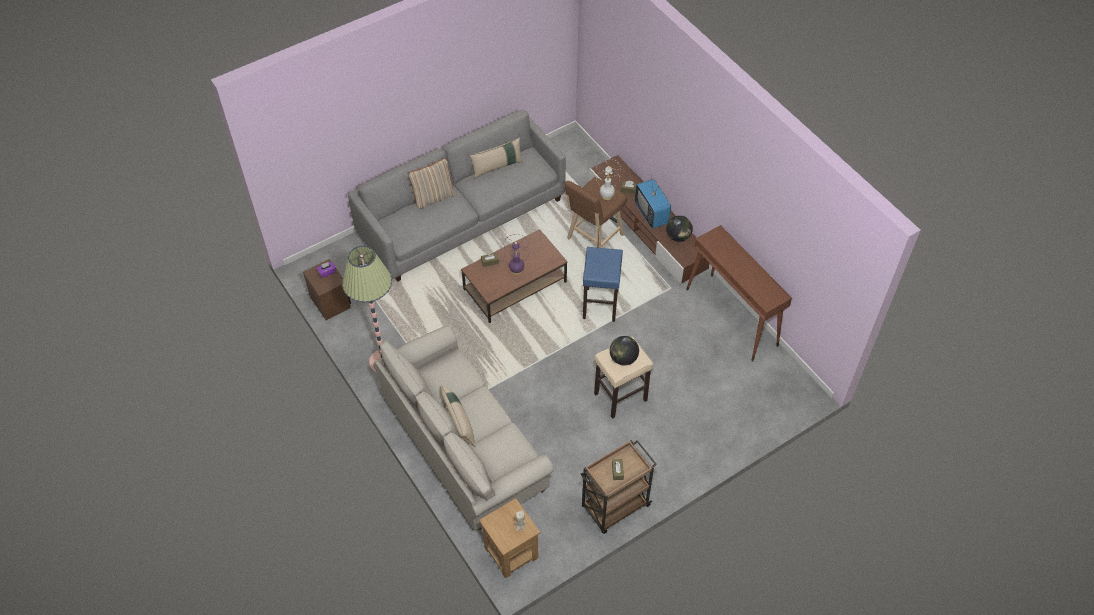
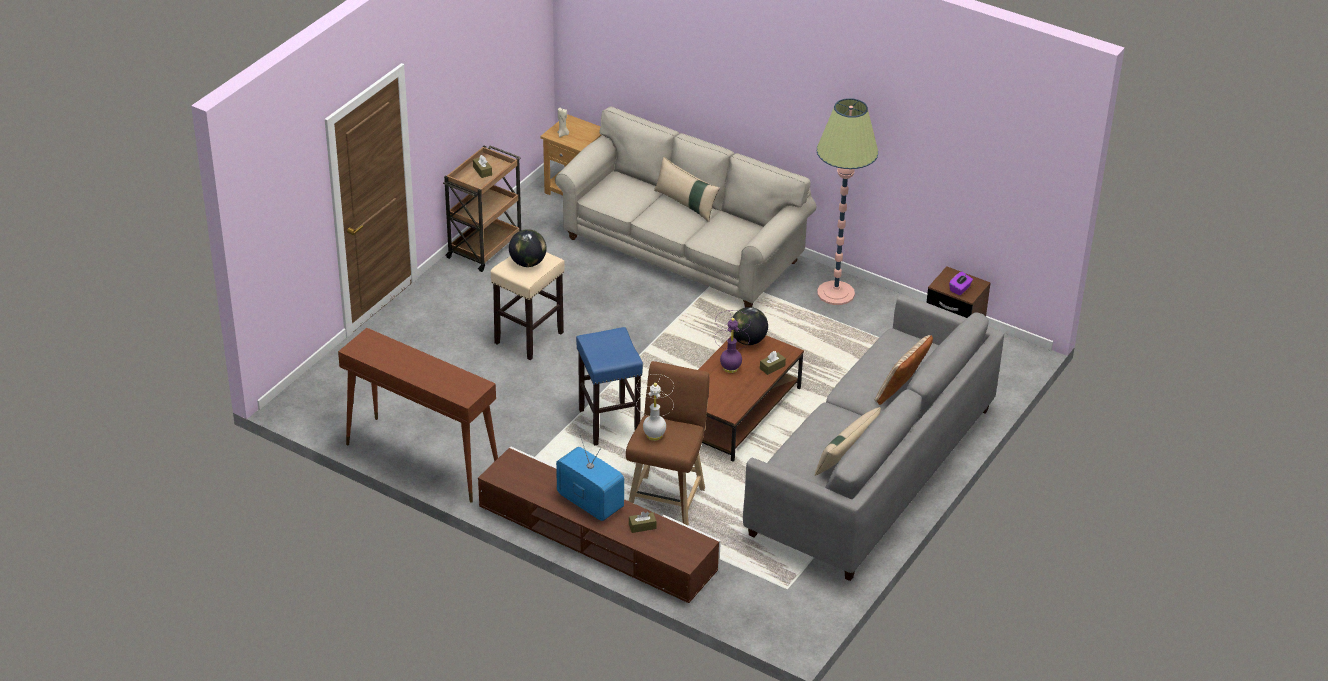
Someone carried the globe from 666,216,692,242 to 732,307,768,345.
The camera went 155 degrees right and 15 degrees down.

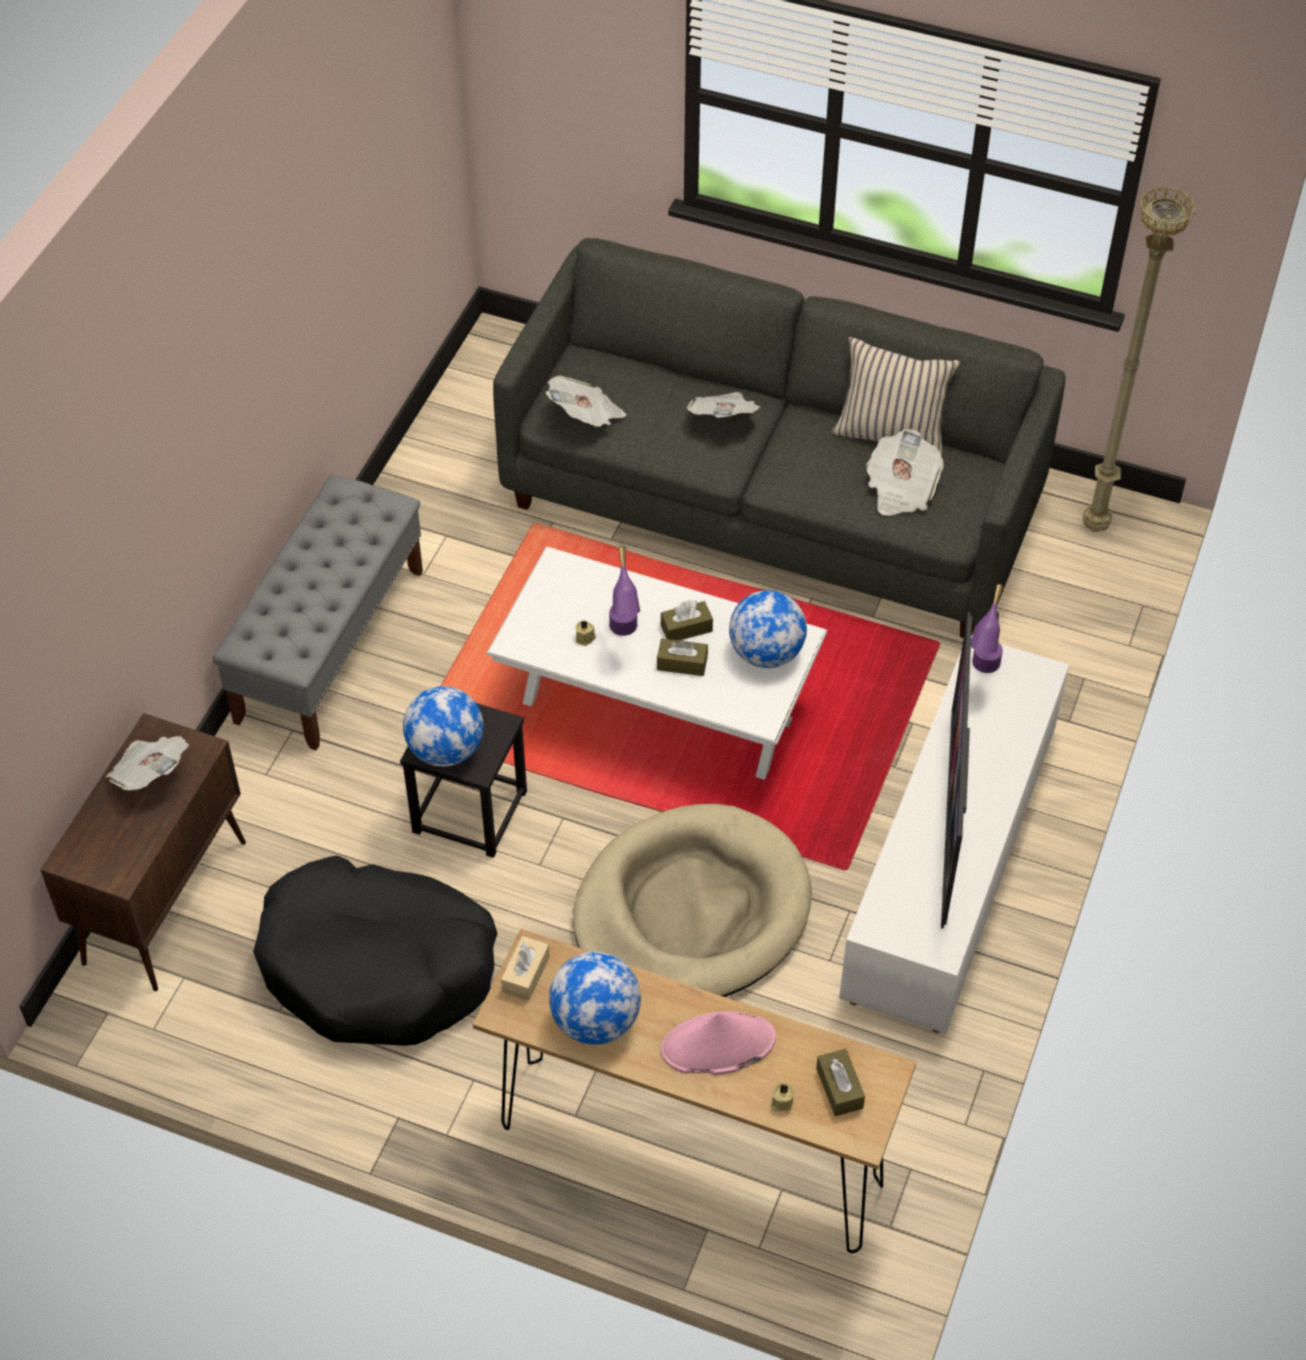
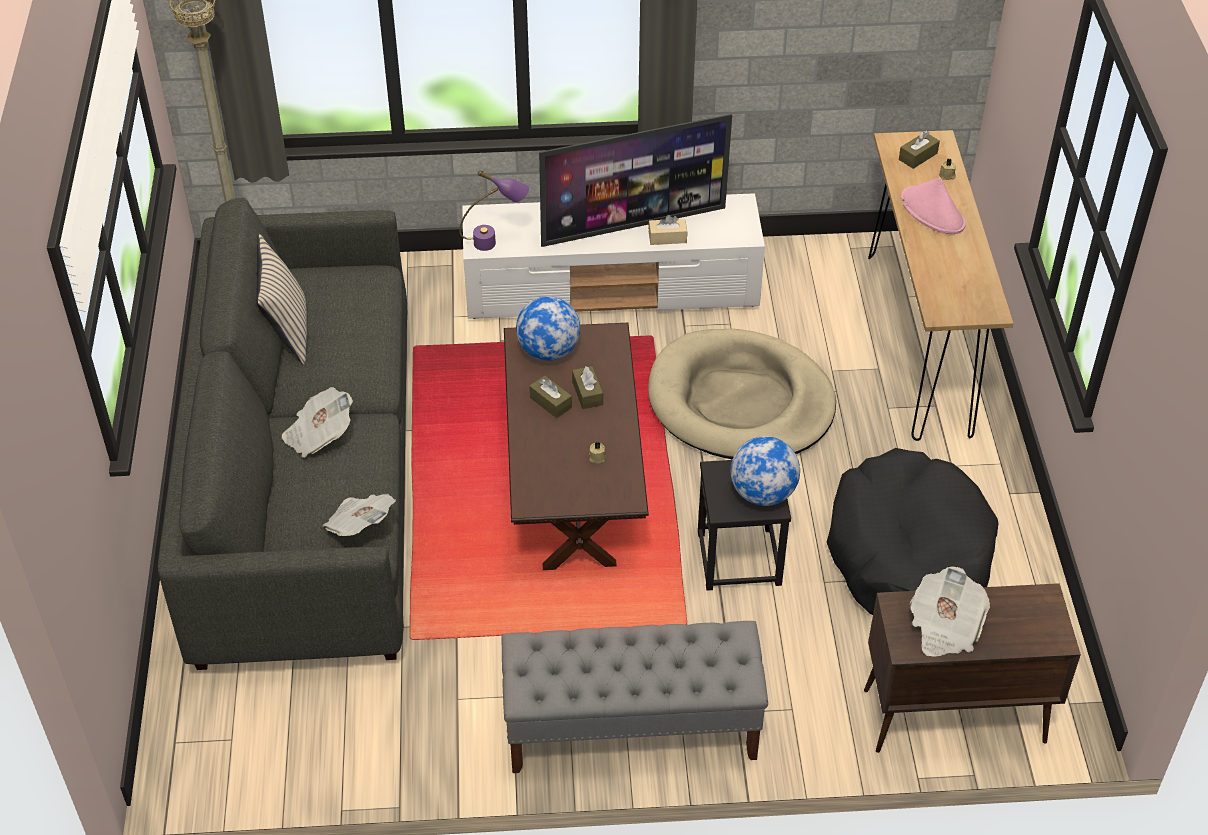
Someone repainted the coffee table (white) at 486,546,828,780, which became the coffee table (brown) at 504,323,649,570.
Someone carried the tissue box (beige) from 501,936,550,1001 to 648,215,687,245.
Someone took away the globe at 549,952,641,1045.
Someone took away the table lamp (purple) at 609,546,640,636.
Someone took away the newspaper at 866,429,944,516.
The camera went 115 degrees left and 5 degrees down.

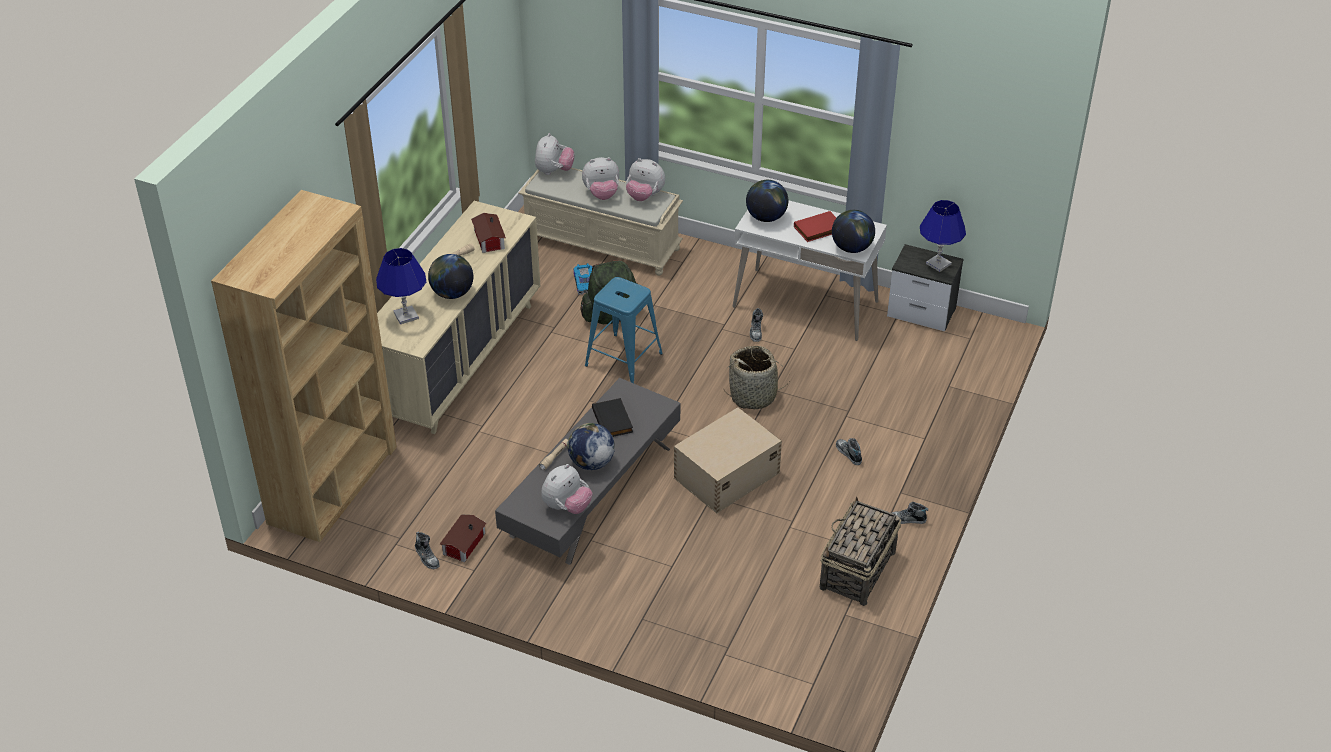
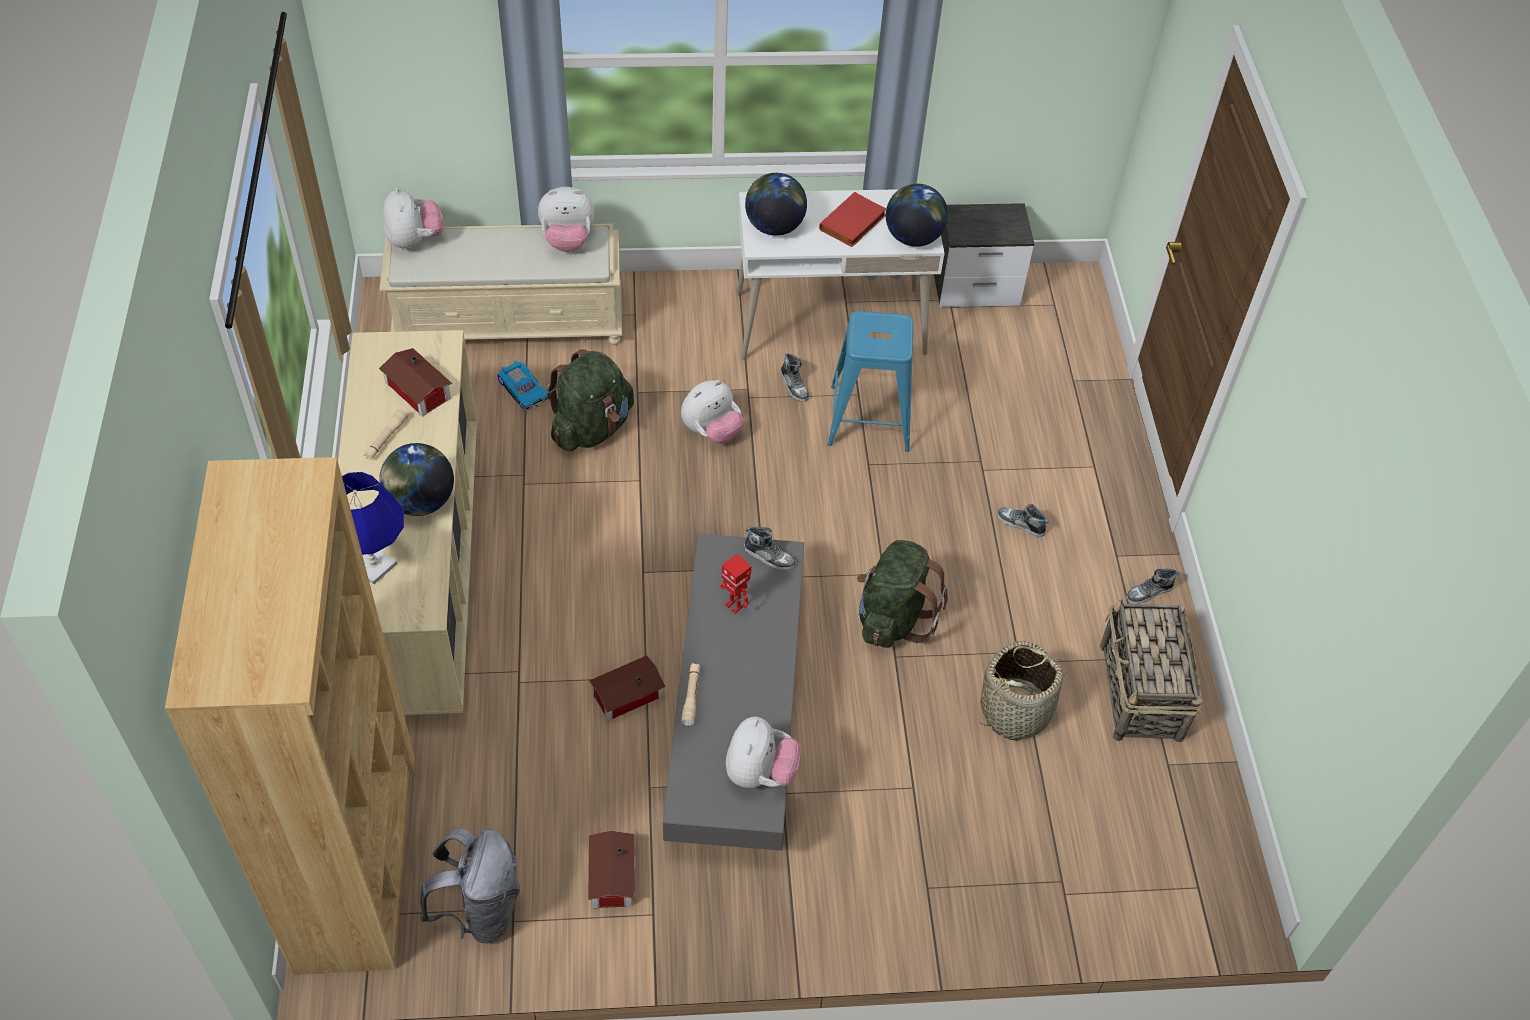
Someone put down the backpack (grey) at 420,828,520,943.
Someone put down the toy house at 589,655,666,721.
Someone carried the plush toy from 582,157,619,200 to 681,380,744,444.
Someone swapped the book (black) at 592,398,633,437 for the toy robot at 719,554,751,614.
Someone carried the shoe from 415,532,440,569 to 744,527,796,570.
Someone carried the stool (blue) from 585,277,663,383 to 828,311,913,452.
Someone swapped the storage box (beige) at 674,407,782,514 for the backpack (green) at 857,540,948,648.
Someone carried the basket from 723,346,790,409 to 979,641,1067,741.
Someone took away the globe at 567,423,615,470.
Someone took away the table lamp (blue) at 920,200,966,272.
The camera went 30 degrees left and 10 degrees up.

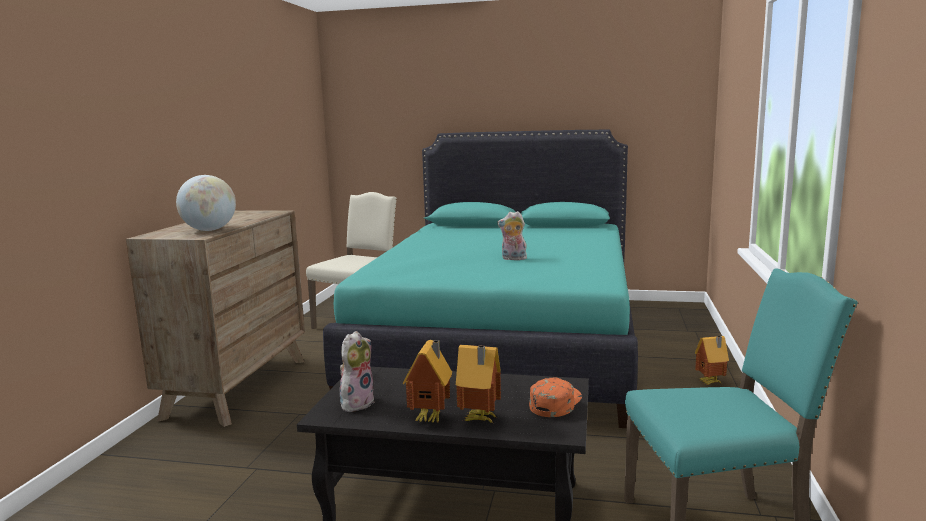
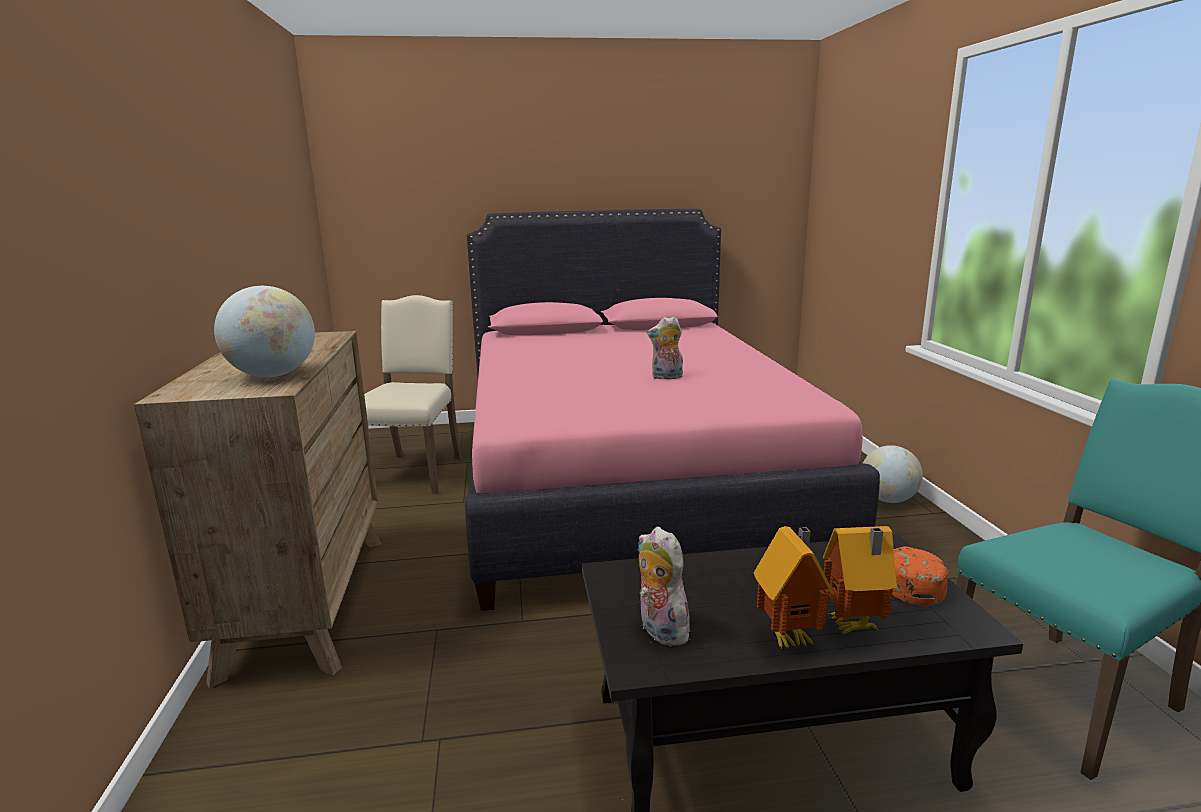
Someone repainted the bed (turquoise) at 323,130,638,428, which became the bed (pink) at 465,209,880,611.
Someone rotated the plush toy at 340,331,374,412 by 45 degrees counterclockwise.
Someone swapped the toy house at 695,336,729,385 for the globe at 863,445,923,503.
The camera went 20 degrees left and 5 degrees up.

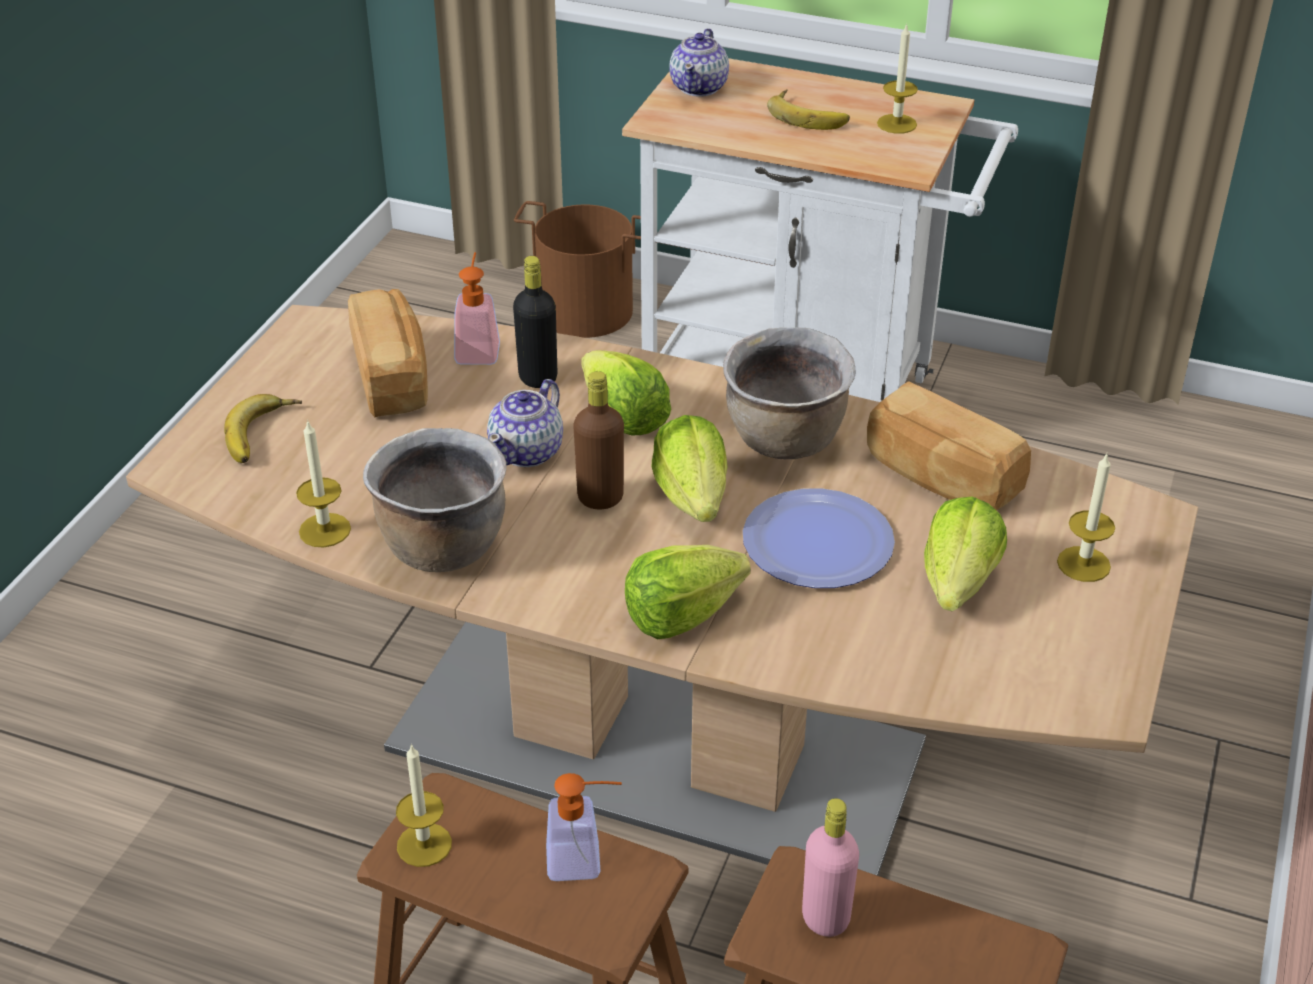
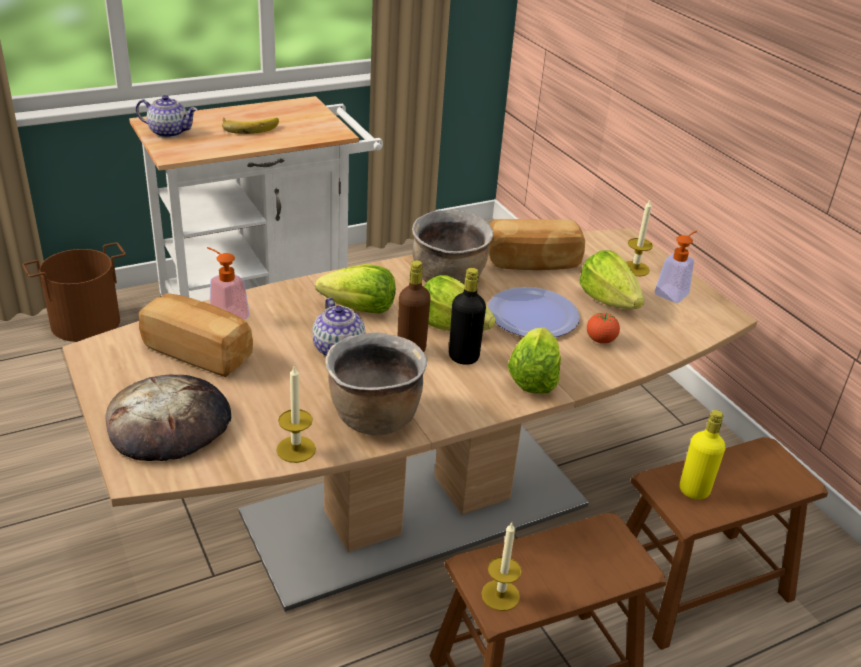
Someone swapped the banana at 224,394,302,463 for the bread at 105,375,231,461.
Someone rotated the teapot at 669,28,729,97 by 45 degrees counterclockwise.
Someone carried the bottle (black) from 513,256,557,388 to 449,268,486,365.
Someone put down the tomato at 587,313,620,344.
Someone carried the soap dispenser from 546,773,622,881 to 655,231,697,303.
Someone repainted the bottle (pink) at 802,798,859,937, which became the bottle (yellow) at 680,410,725,500.
Someone took away the candle at 877,23,918,134.
The camera went 50 degrees left and 5 degrees down.

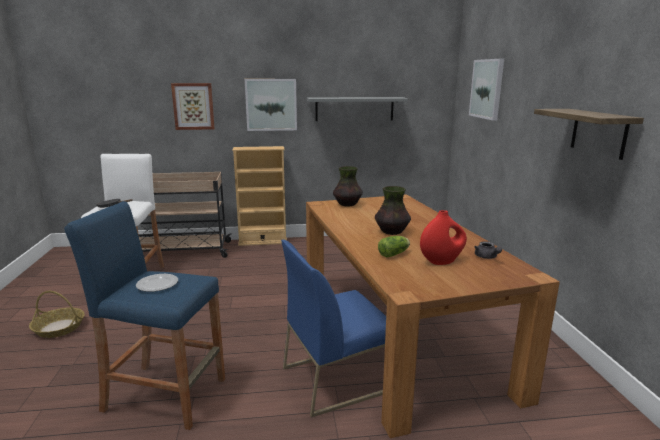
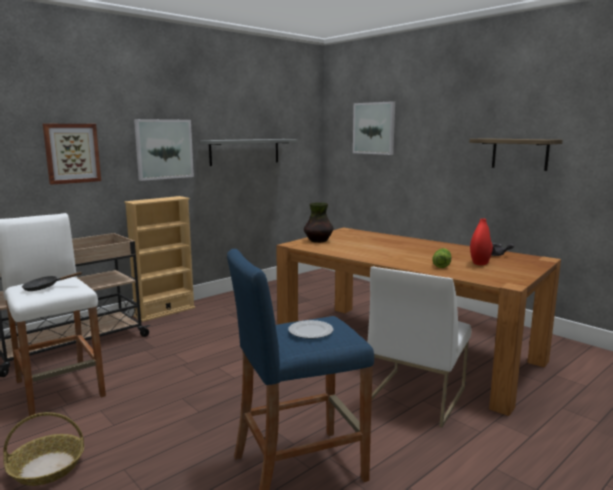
Someone repainted the chair (blue) at 281,240,386,418, which became the chair (white) at 368,267,471,428.
Someone took away the vase at 375,186,411,235.
The camera went 35 degrees left and 5 degrees down.

